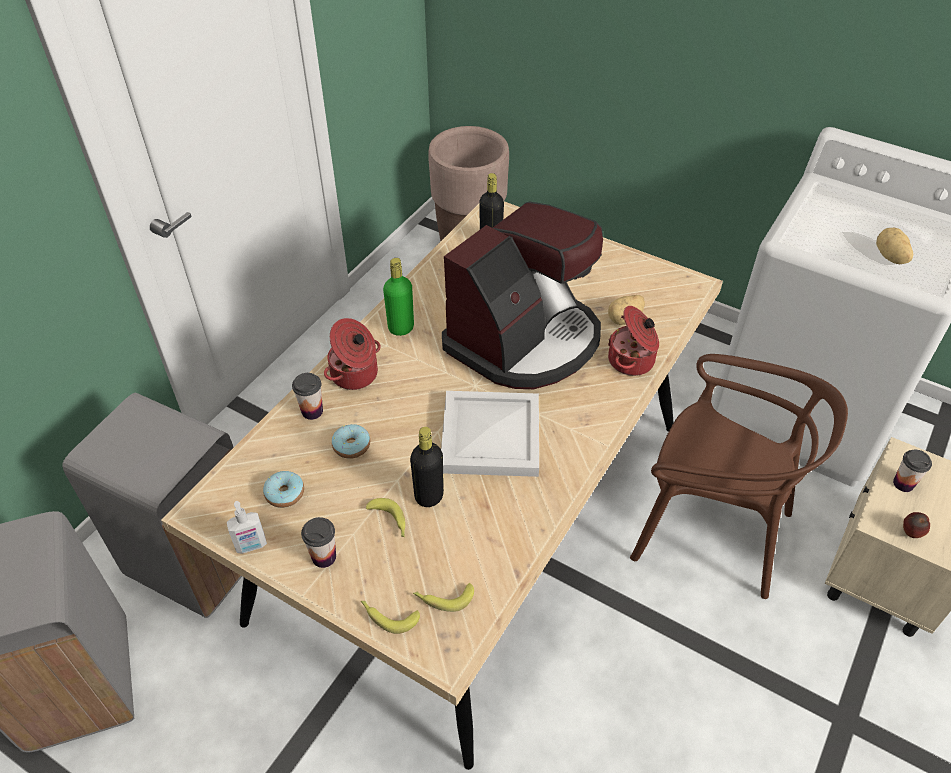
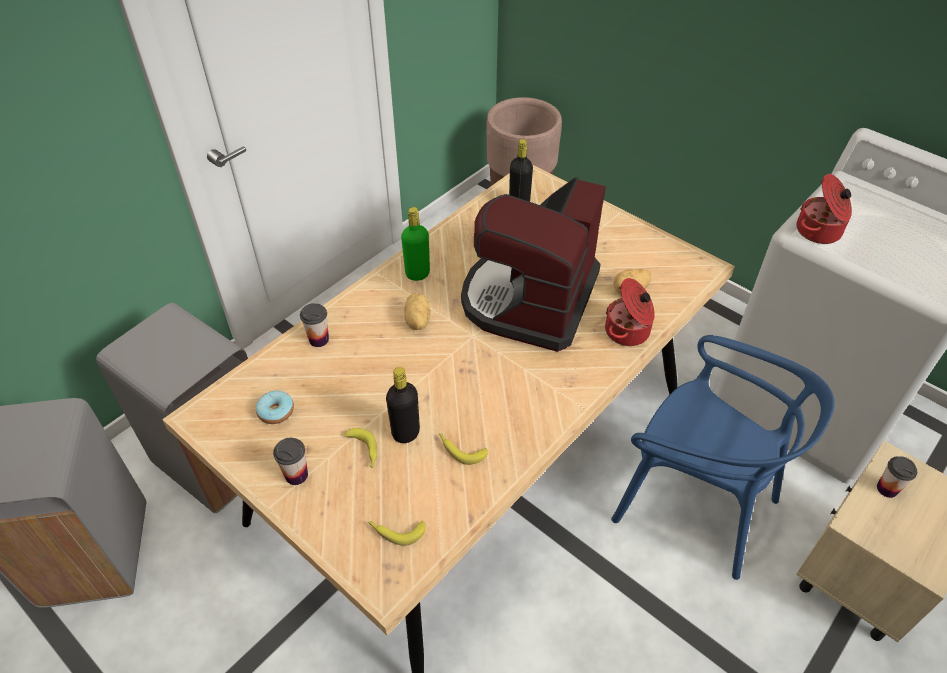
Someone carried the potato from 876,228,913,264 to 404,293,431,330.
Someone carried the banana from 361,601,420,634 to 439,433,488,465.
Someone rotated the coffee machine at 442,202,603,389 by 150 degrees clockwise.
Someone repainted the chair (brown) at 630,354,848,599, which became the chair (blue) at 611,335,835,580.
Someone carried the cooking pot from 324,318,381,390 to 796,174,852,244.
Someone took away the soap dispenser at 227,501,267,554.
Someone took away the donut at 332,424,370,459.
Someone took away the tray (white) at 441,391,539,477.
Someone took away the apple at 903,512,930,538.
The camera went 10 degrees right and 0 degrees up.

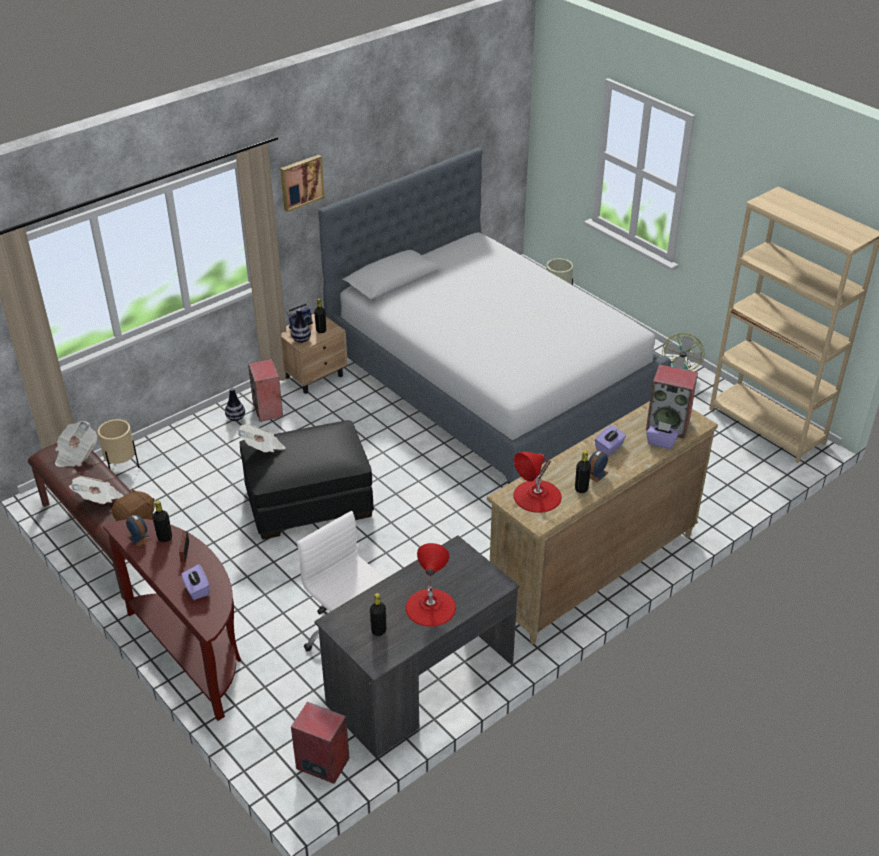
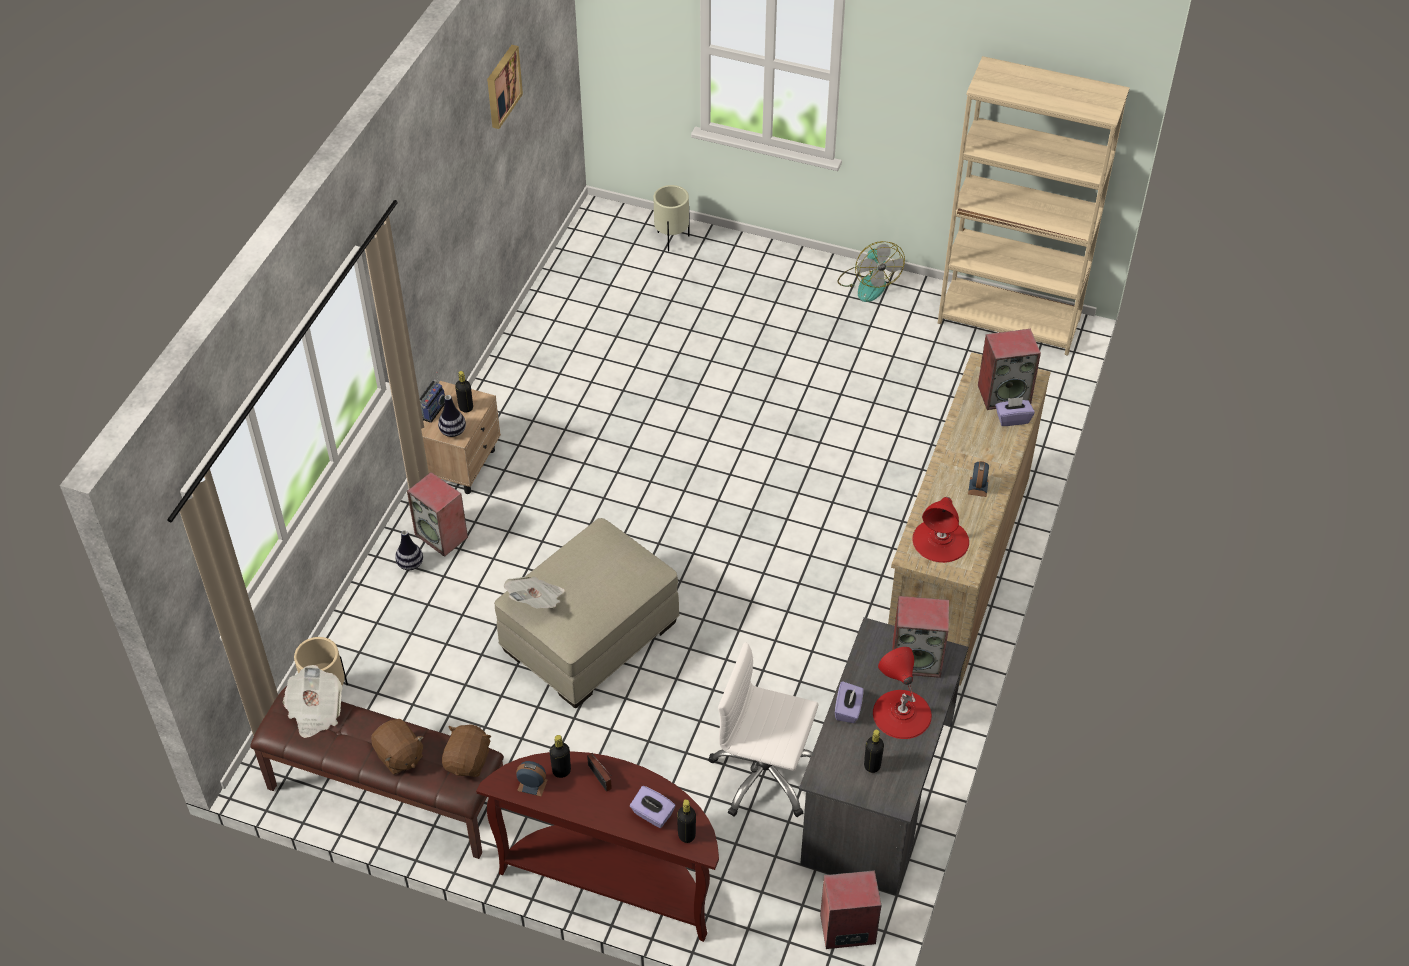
Someone swapped the newspaper at 69,476,124,504 for the plush toy (brown) at 371,719,423,775.
Someone carried the picture from 280,154,325,212 to 487,45,523,129.
Someone repainted the ottoman (black) at 239,420,374,540, which became the ottoman (beige) at 494,518,680,708.
Someone carried the bottle (black) from 575,450,591,493 to 677,799,696,843.
Someone carried the tissue box (purple) from 595,425,626,456 to 835,681,863,723.
Someone put down the speaker at 892,596,949,678.
Someone took away the bed at 318,147,671,484.
The camera went 30 degrees left and 10 degrees up.

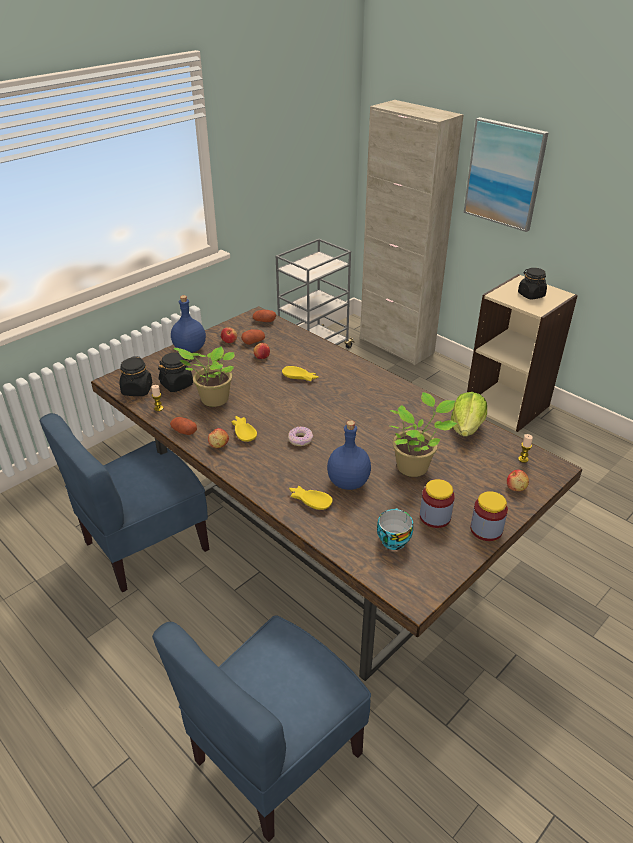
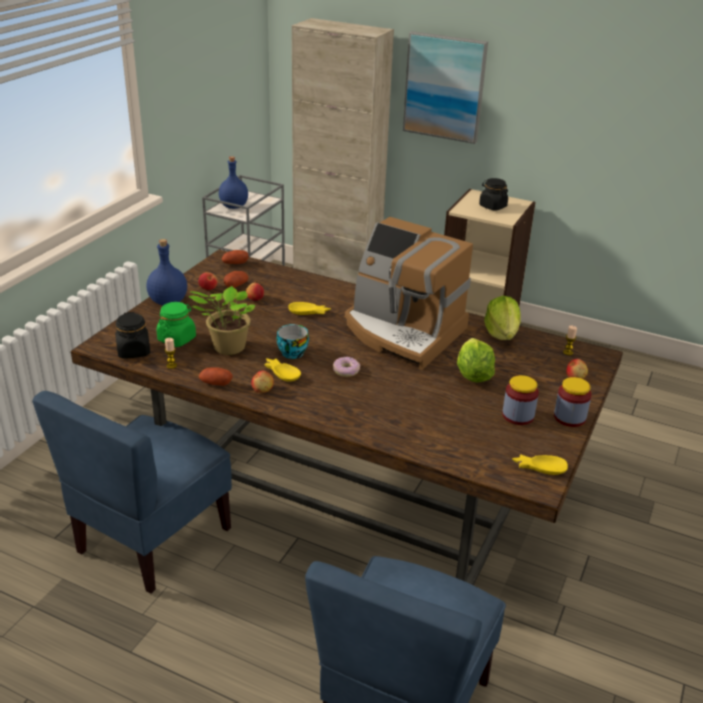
Someone repainted the jar (black) at 158,352,193,392, which became the jar (green) at 157,302,196,347.
Someone carried the bottle (blue) from 327,420,371,490 to 219,156,248,209.
Someone carried the cup from 377,508,413,550 to 277,324,309,359.
Someone put down the coffee machine at 345,217,473,370.
Someone swapped the potted plant at 390,392,457,477 for the lettuce at 457,338,495,382.
Someone carried the bowl (yellow) from 289,486,333,510 to 512,454,568,475.
The camera went 20 degrees left and 5 degrees down.

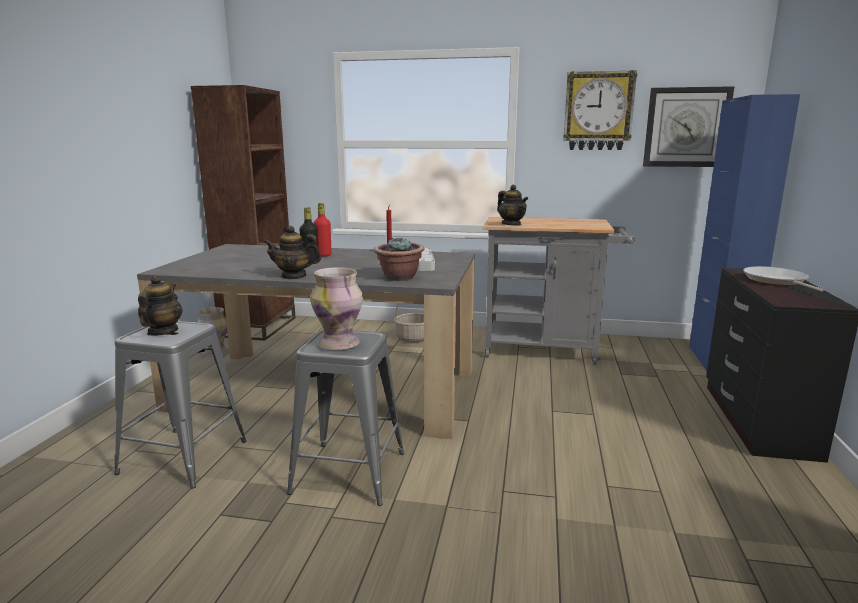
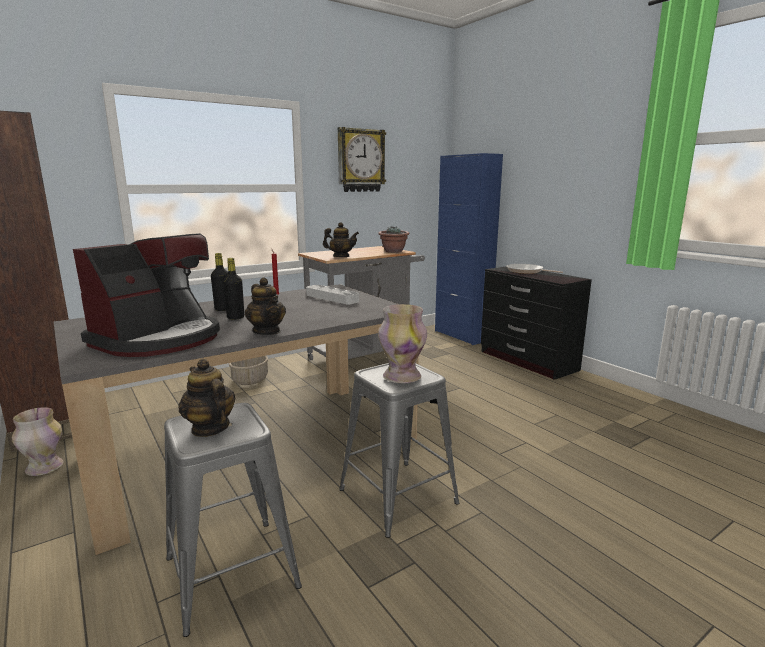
Someone put down the coffee machine at 73,233,220,357.
Someone repainted the bottle (red) at 314,203,332,257, which became the bottle (black) at 211,253,228,311.
Someone rotated the teapot at 264,226,322,279 by 75 degrees counterclockwise.
Someone carried the potted plant from 374,237,424,281 to 378,226,409,253.
Someone took away the wall clock at 643,86,735,167.
The camera went 45 degrees left and 0 degrees up.

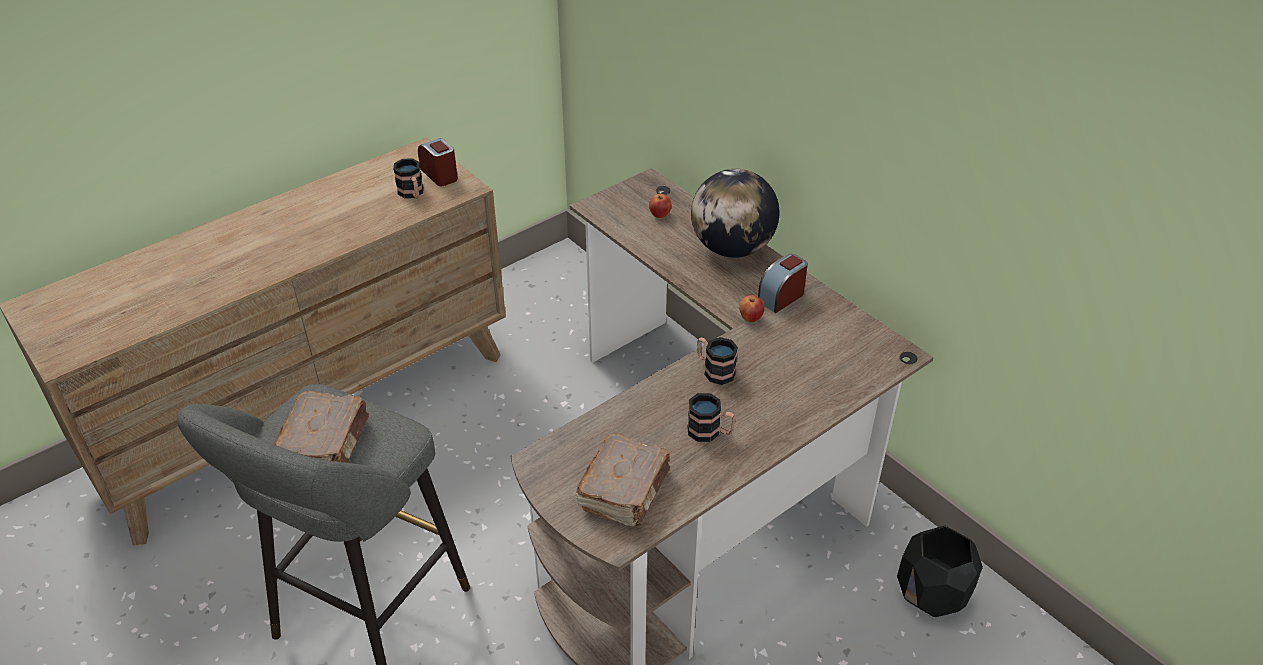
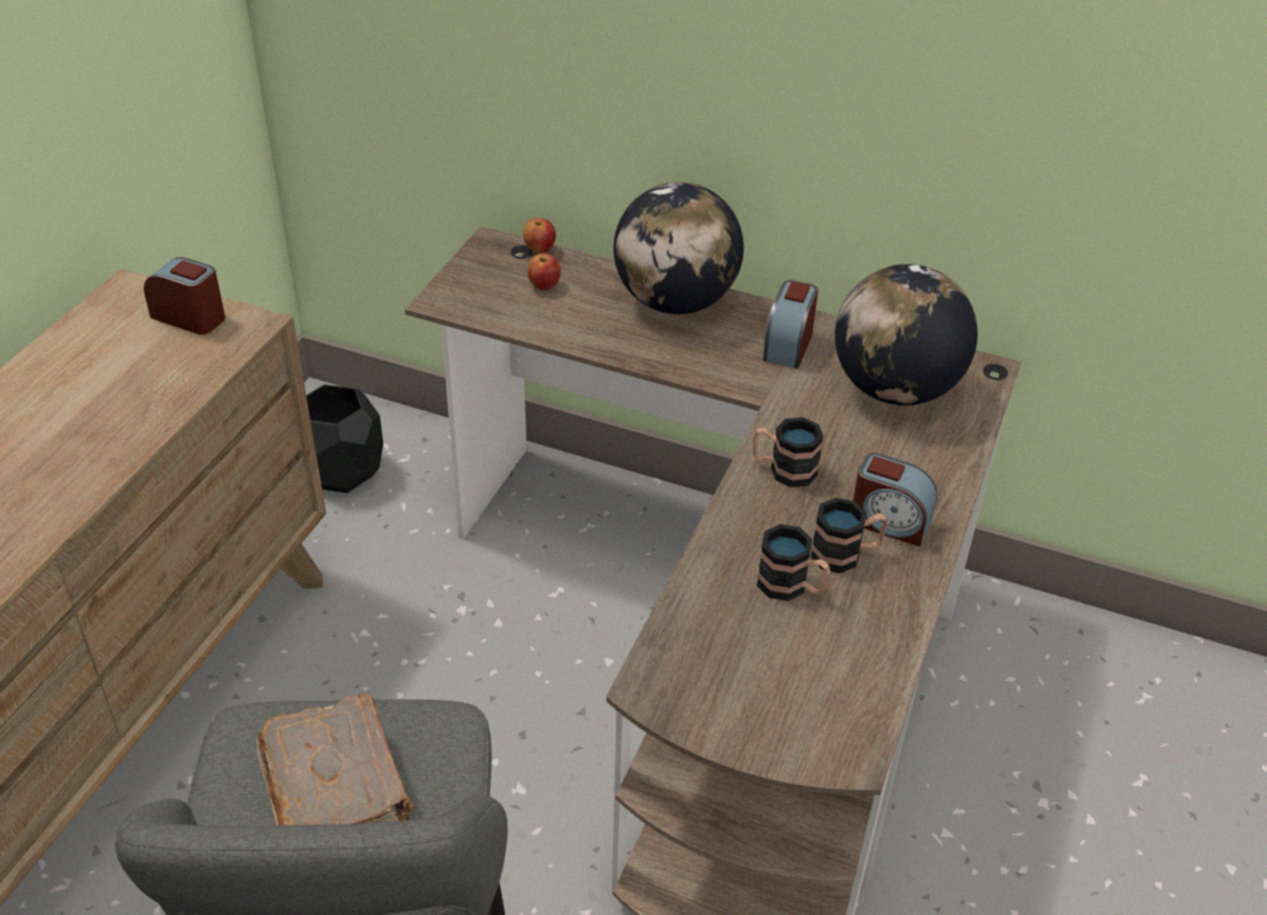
Someone carried the planter (black) from 897,526,983,617 to 306,384,383,493.
Someone carried the apple from 739,295,764,322 to 523,218,556,253.
Someone carried the mug from 393,158,424,198 to 757,524,831,601.
Someone put down the globe at 835,264,978,405.
Someone put down the alarm clock at 853,453,937,547.
Someone took away the book (brown) at 576,433,670,526.
The camera went 30 degrees left and 0 degrees up.

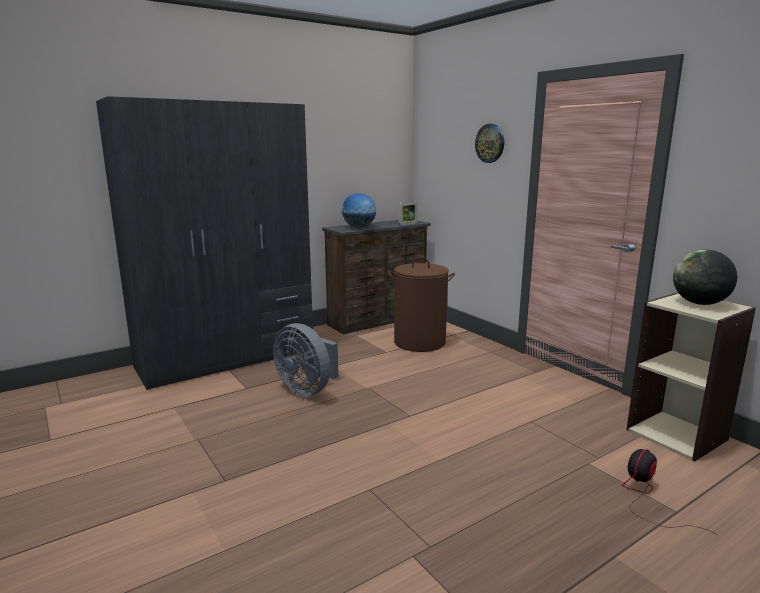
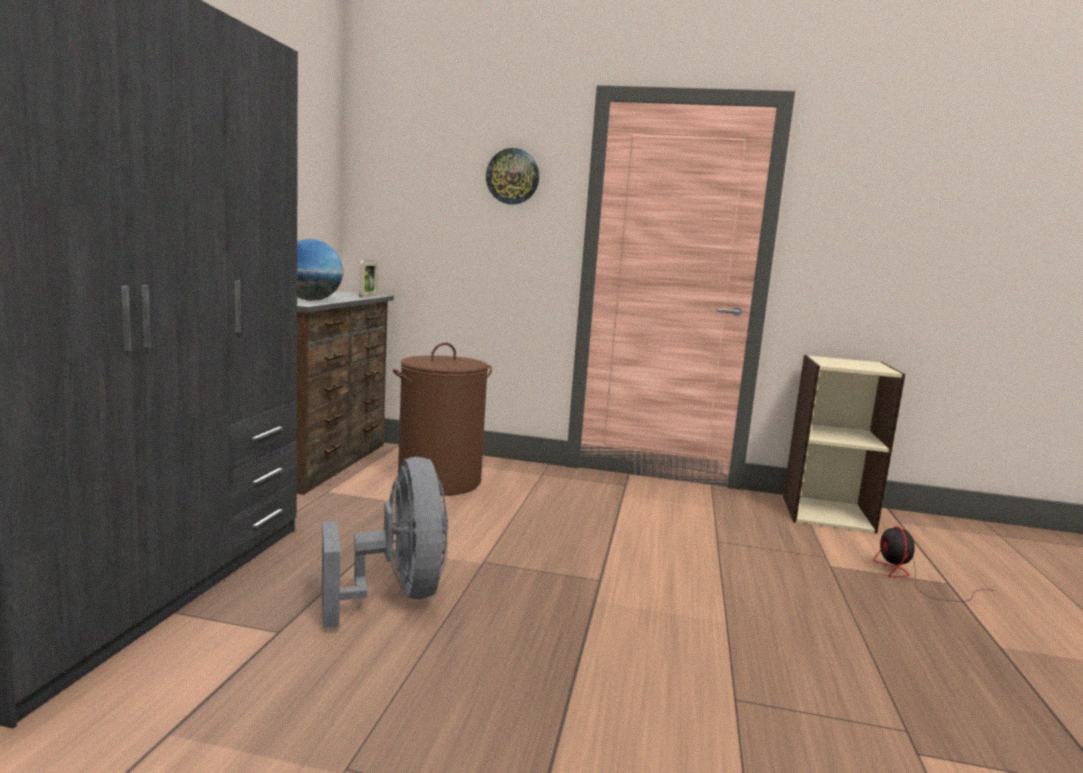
Someone rotated the fan (grey) at 273,323,338,396 by 105 degrees counterclockwise.
Someone took away the globe at 673,250,737,305.
The camera went 45 degrees left and 5 degrees down.

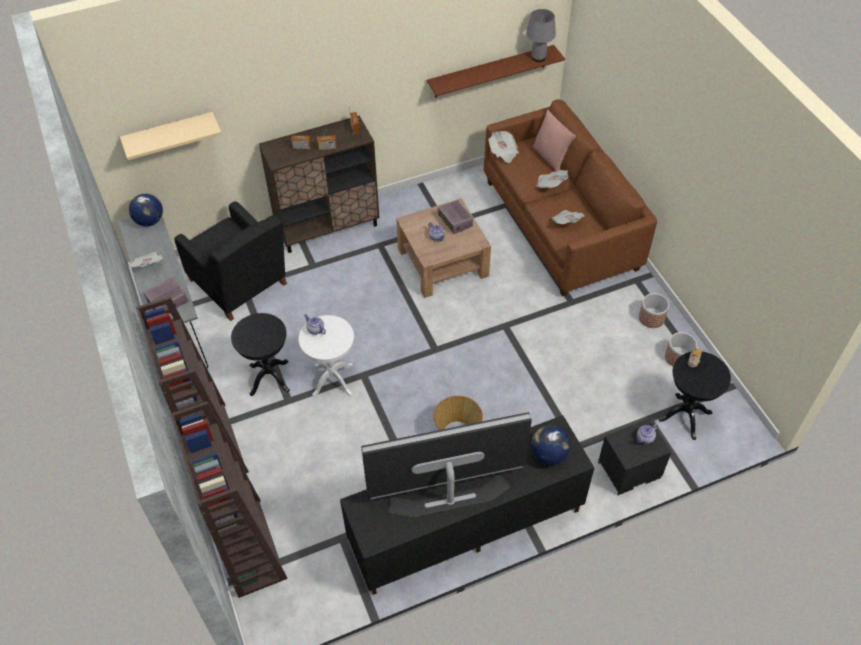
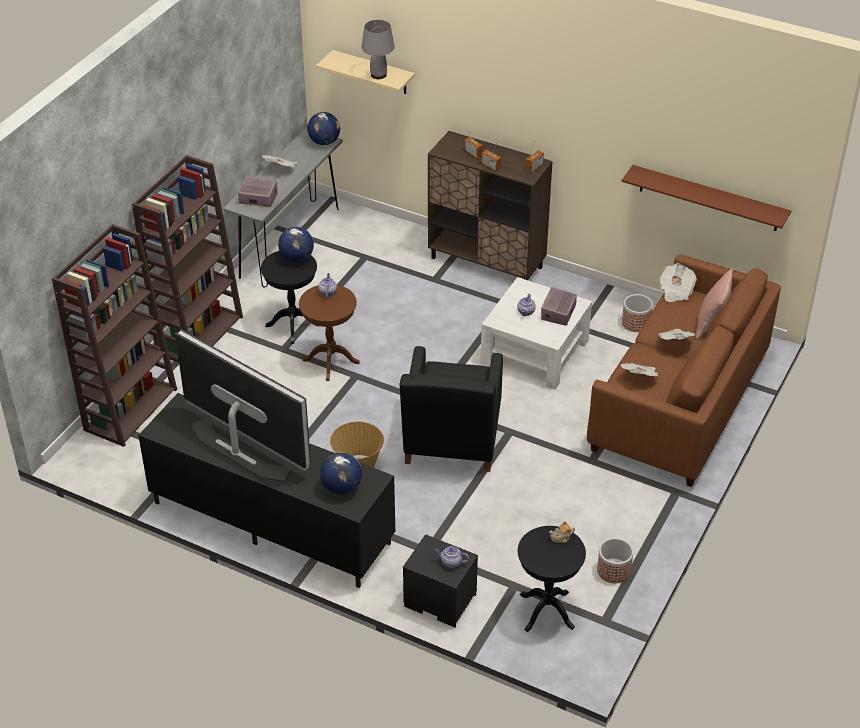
Someone put down the globe at 278,227,314,262.
Someone repainted the side table (white) at 299,315,354,397, which became the side table (brown) at 299,285,360,381.
Someone carried the table lamp (grey) from 526,9,556,62 to 362,20,395,79.
Someone carried the armchair (black) from 174,201,287,321 to 400,346,503,472.
Someone repainted the coffee table (brown) at 396,198,491,298, which became the coffee table (white) at 480,277,592,390.
Someone carried the planter from 639,293,669,328 to 622,294,653,332.
The camera went 50 degrees right and 10 degrees down.

